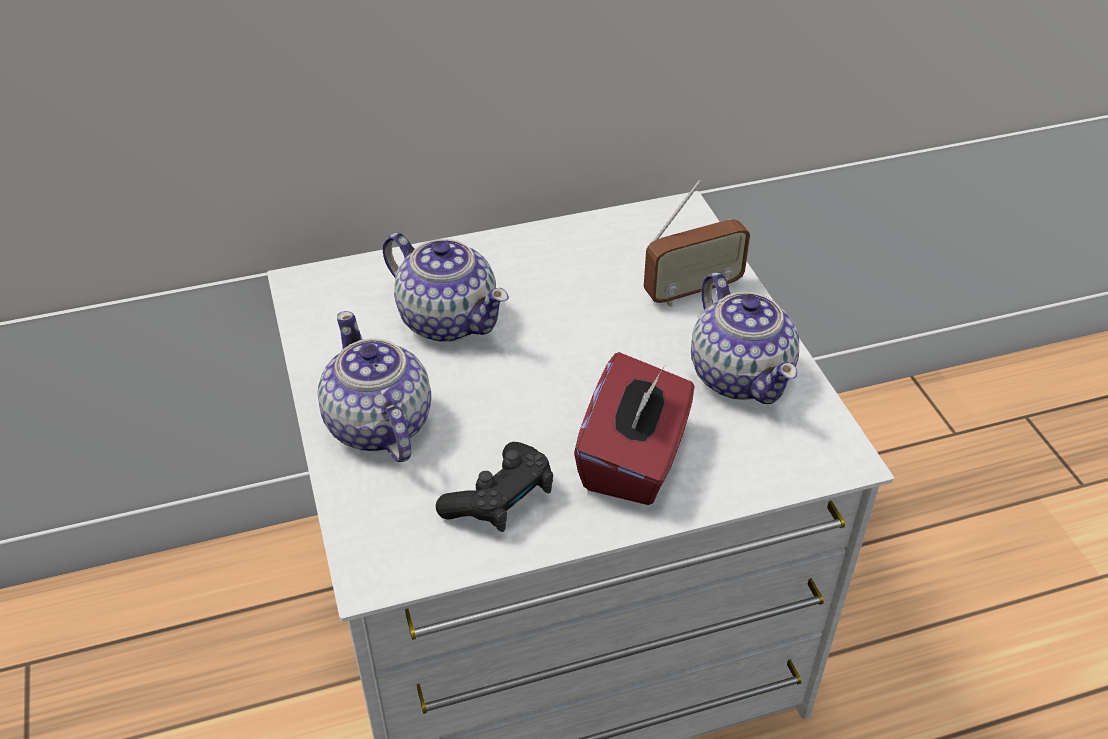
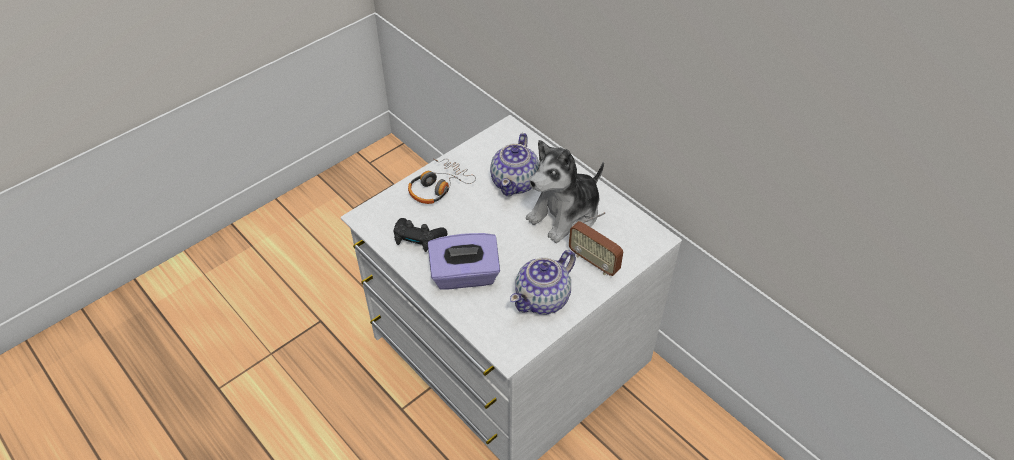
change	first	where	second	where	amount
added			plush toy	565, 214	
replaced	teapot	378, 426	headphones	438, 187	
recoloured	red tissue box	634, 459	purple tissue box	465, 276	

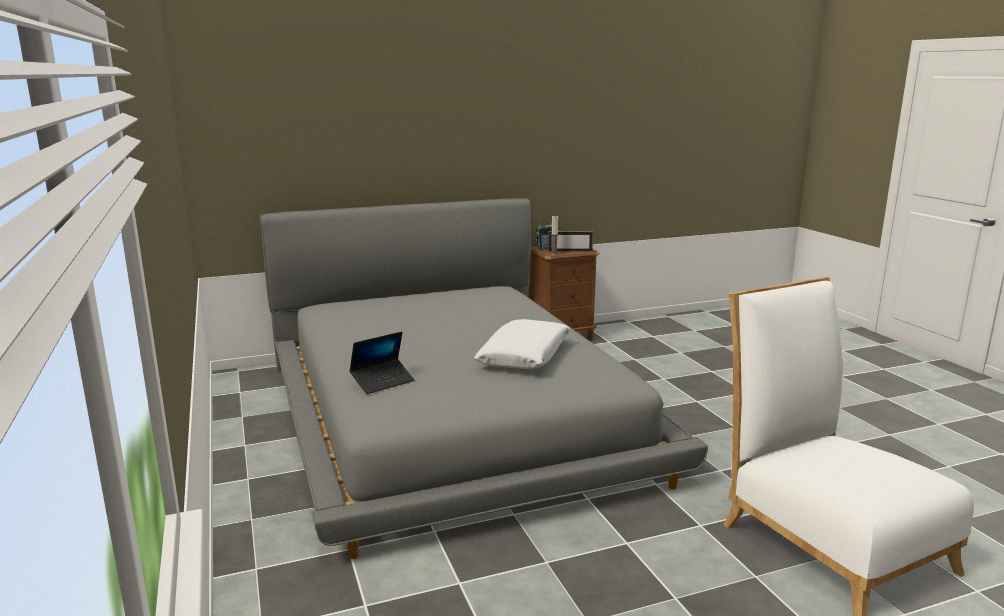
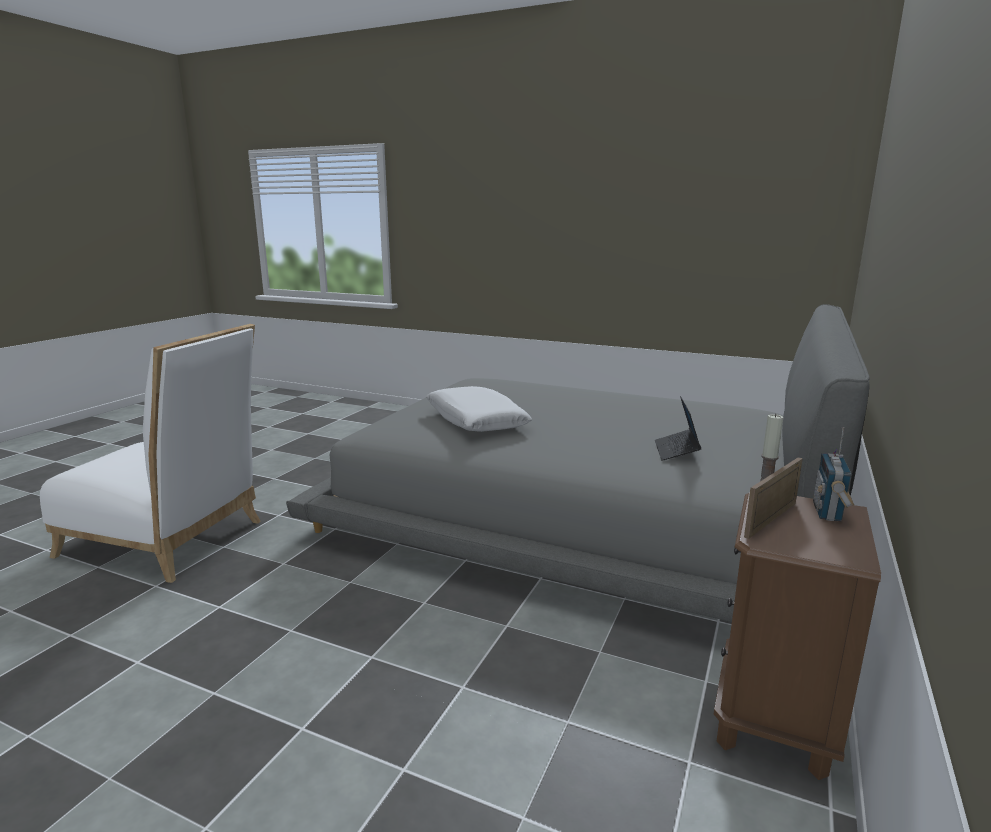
change	first	where	second	where	amount
moved	laptop	382, 382		676, 451	

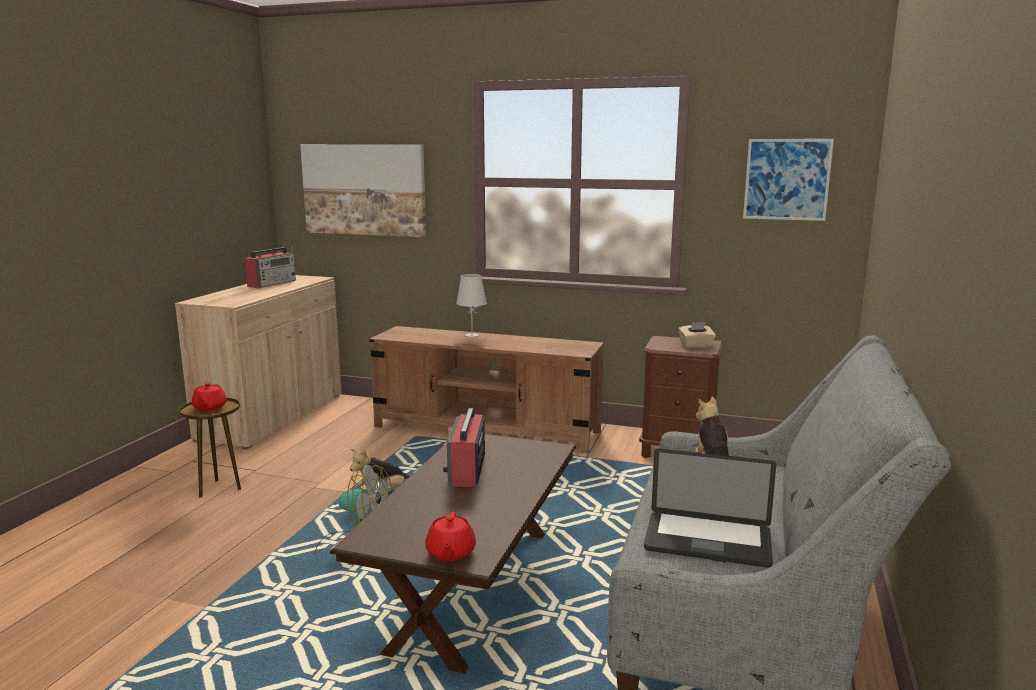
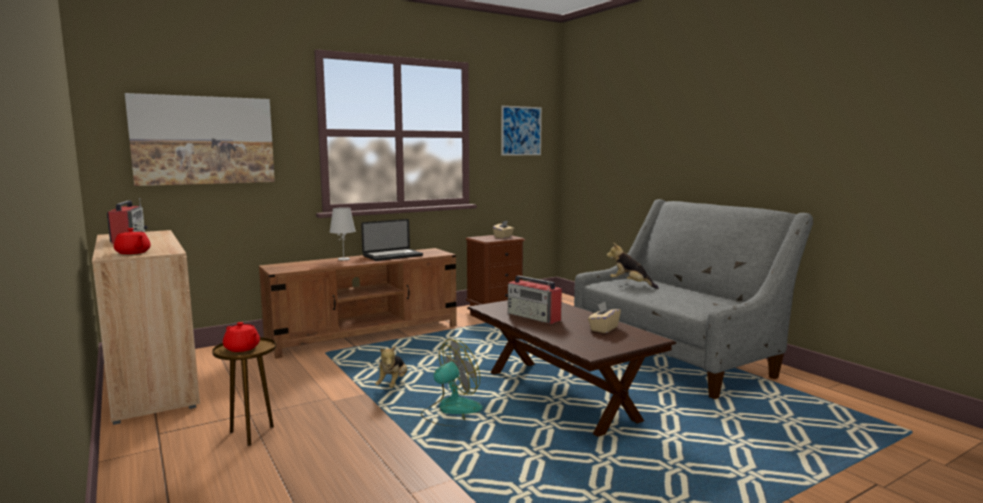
change	first	where	second	where	amount
added			beige tissue box	603, 329	
moved	red teapot	450, 553		133, 253	
moved	laptop	707, 541		393, 256	

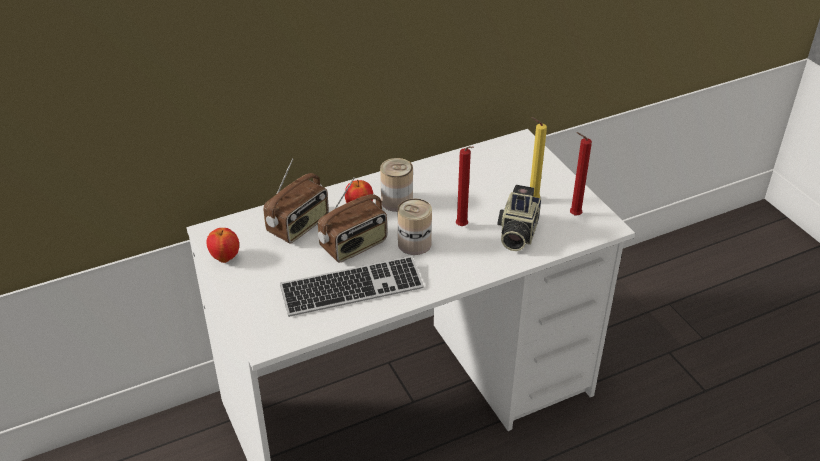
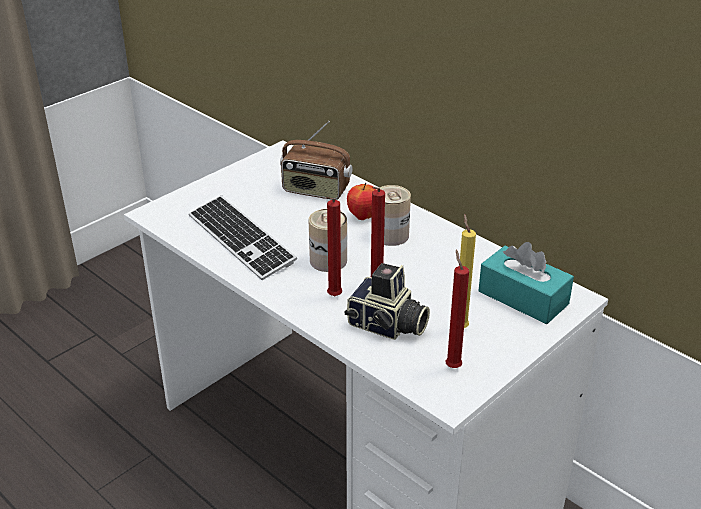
change	first	where	second	where	amount
removed	apple	225, 258			
removed	radio	354, 246			
added			red candle	333, 297	
added			turquoise tissue box	523, 298	
turned	photo camera	516, 234		387, 326	150 degrees counterclockwise

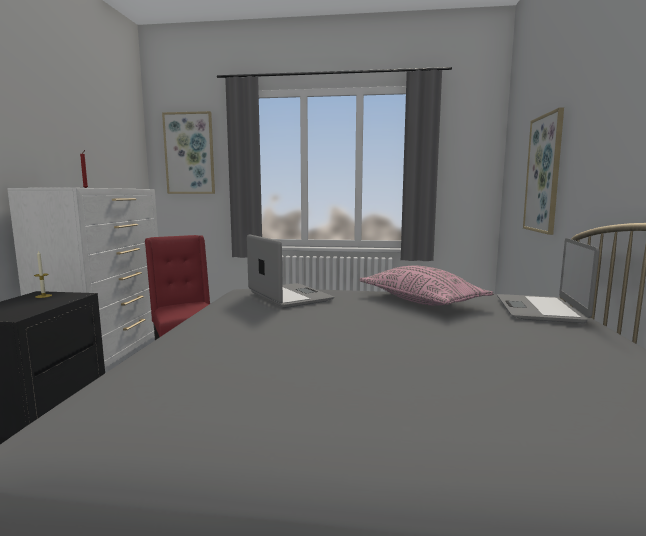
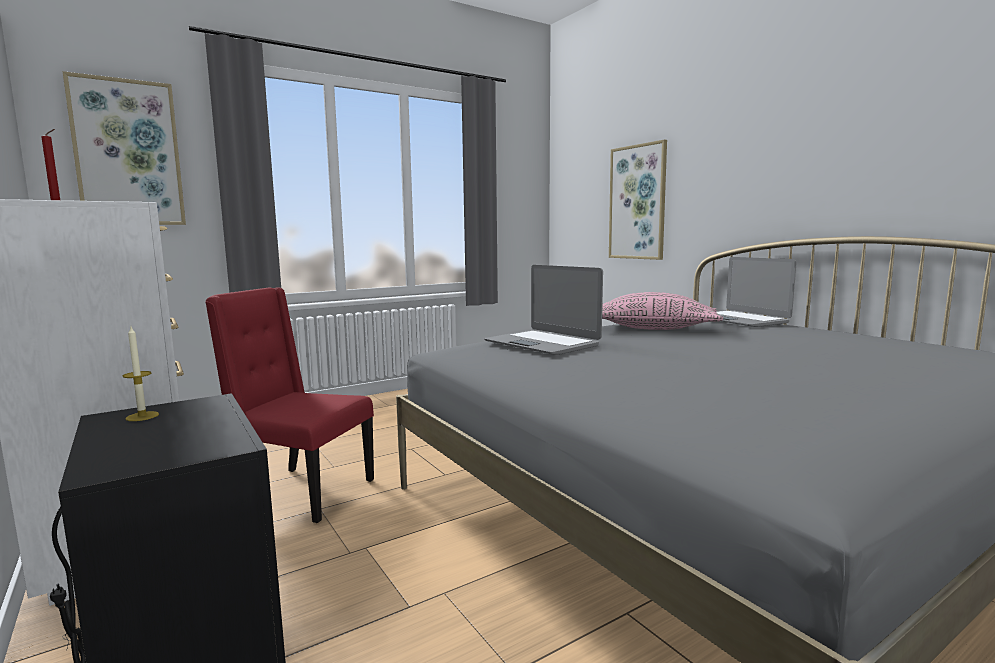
change	first	where	second	where	amount
turned	laptop	288, 296		542, 344	150 degrees counterclockwise

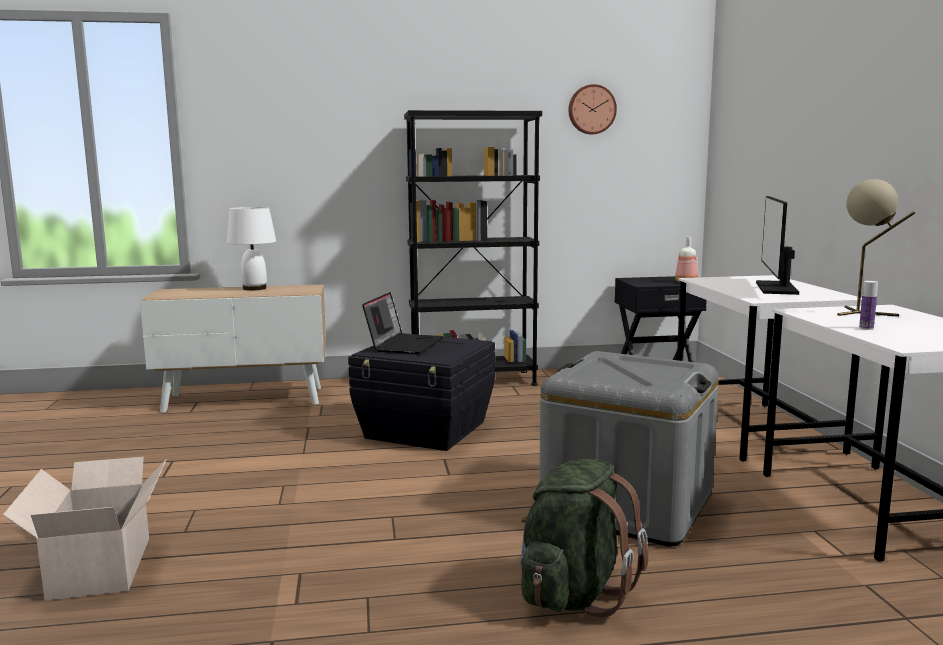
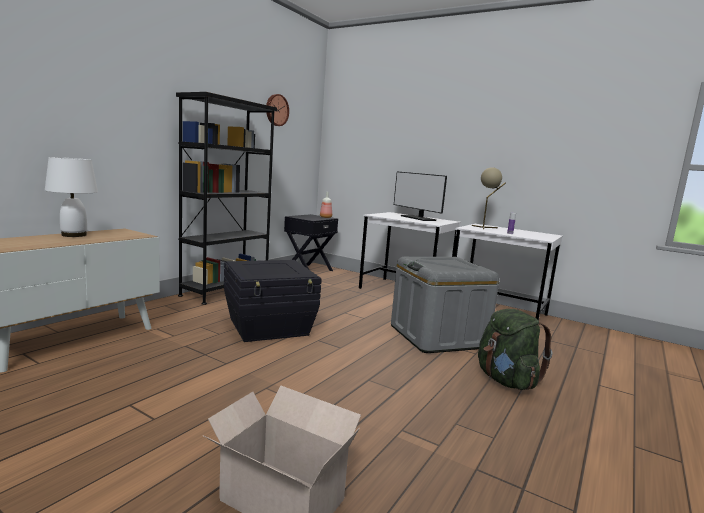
change	first	where	second	where	amount
removed	laptop	404, 344			

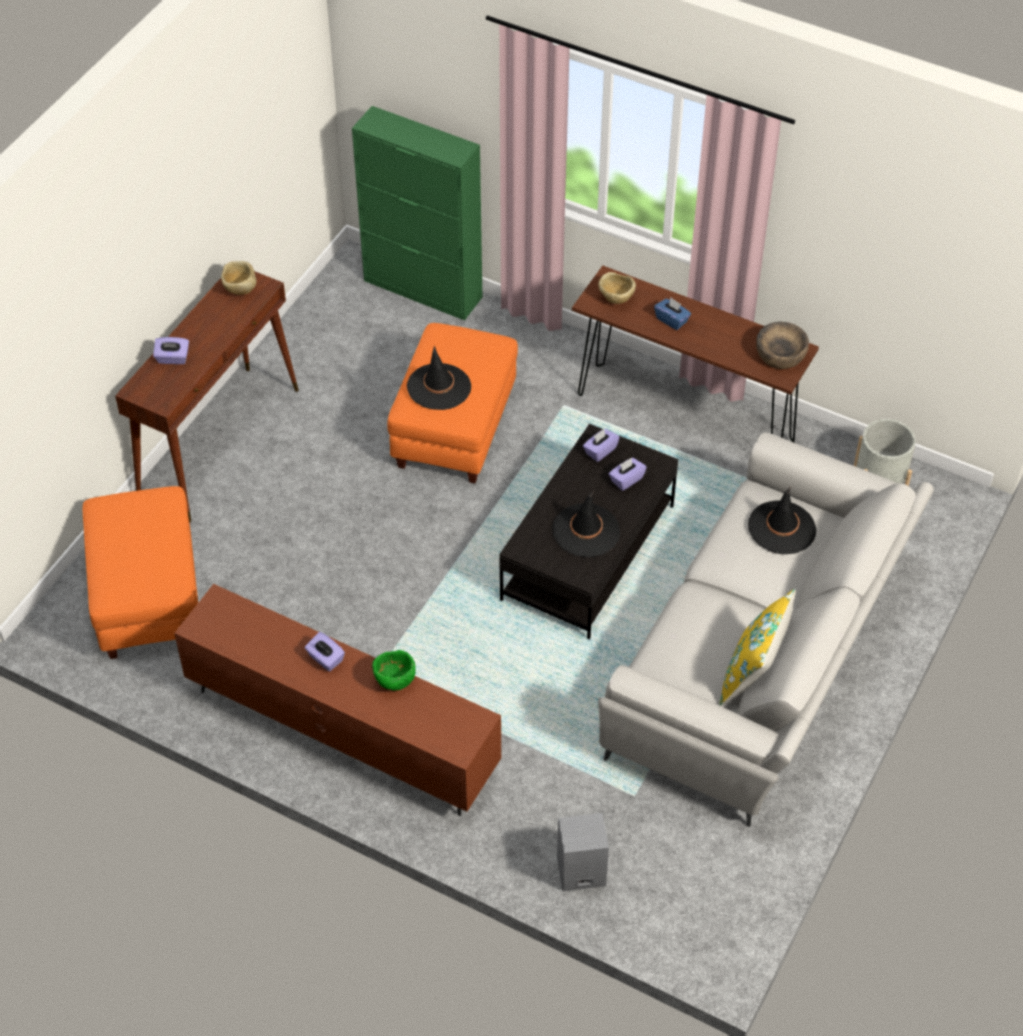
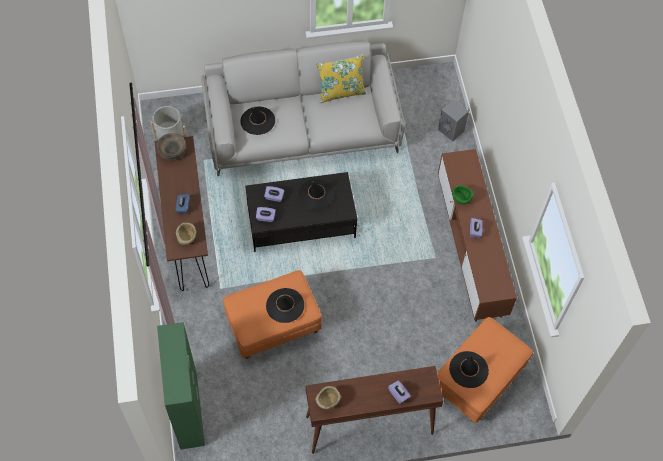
change	first	where	second	where	amount
added			black hat	468, 369	

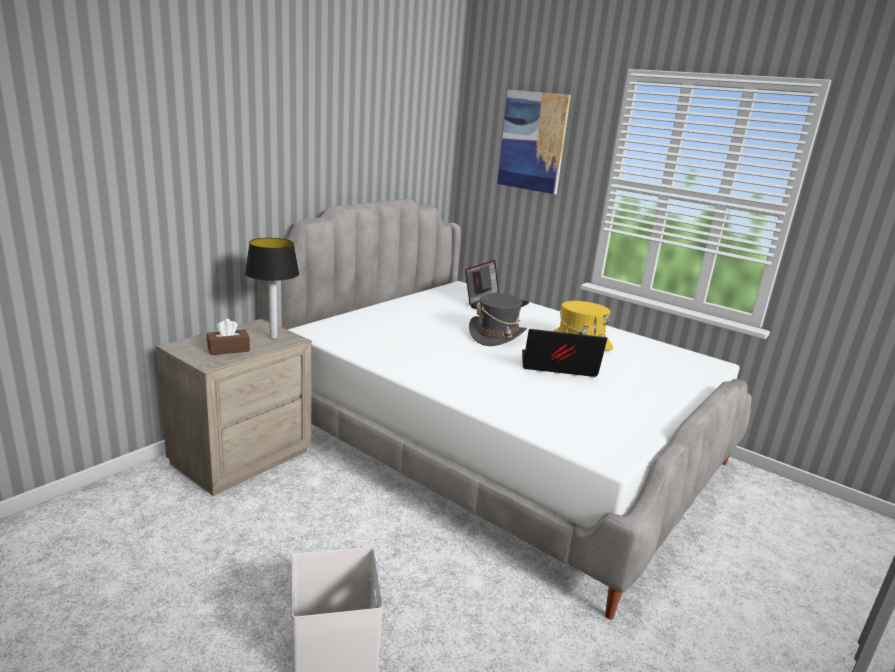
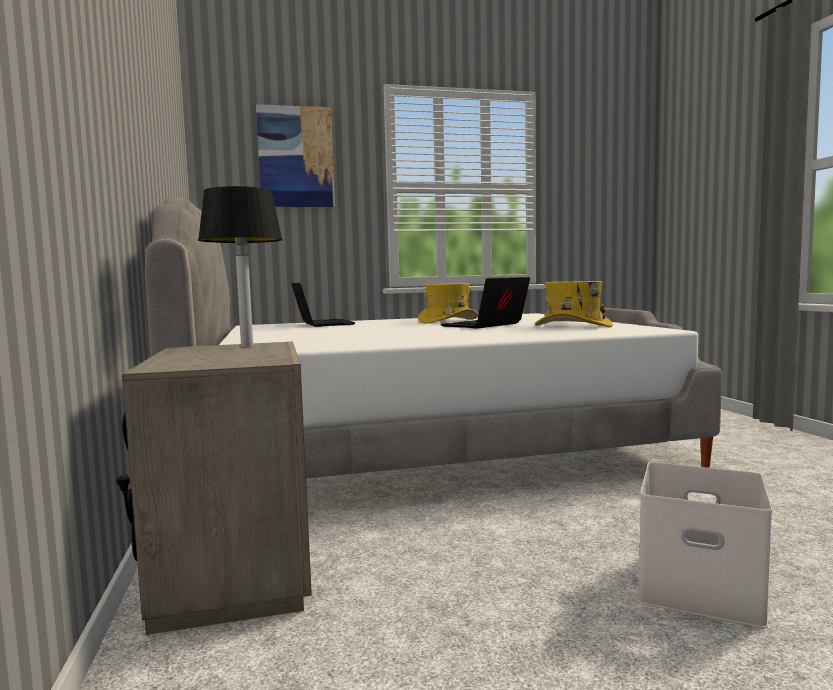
change	first	where	second	where	amount
removed	brown tissue box	228, 349			
removed	grey hat	497, 335			
added			yellow hat	572, 326	

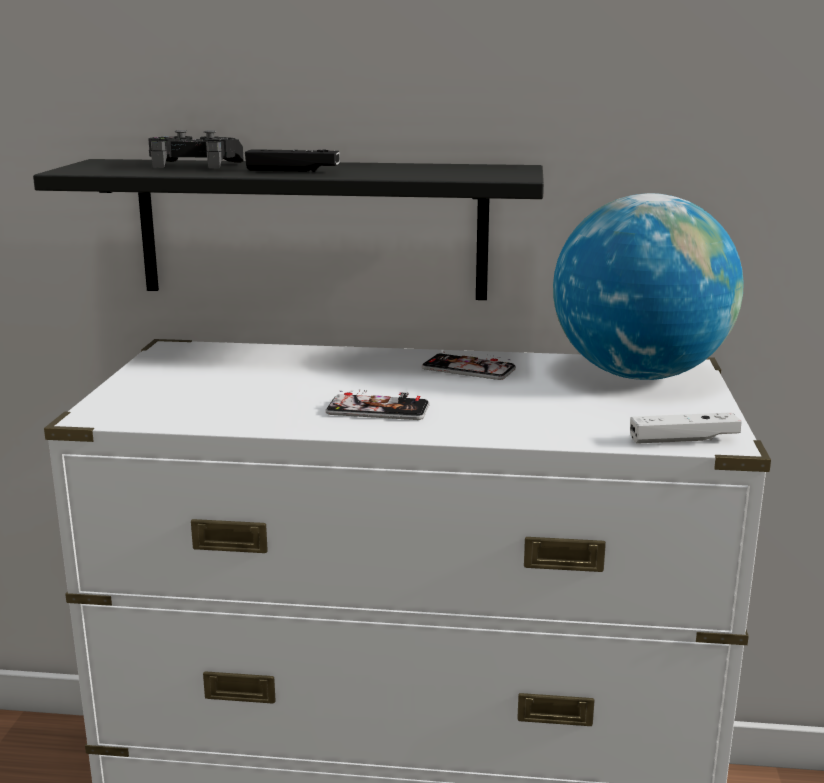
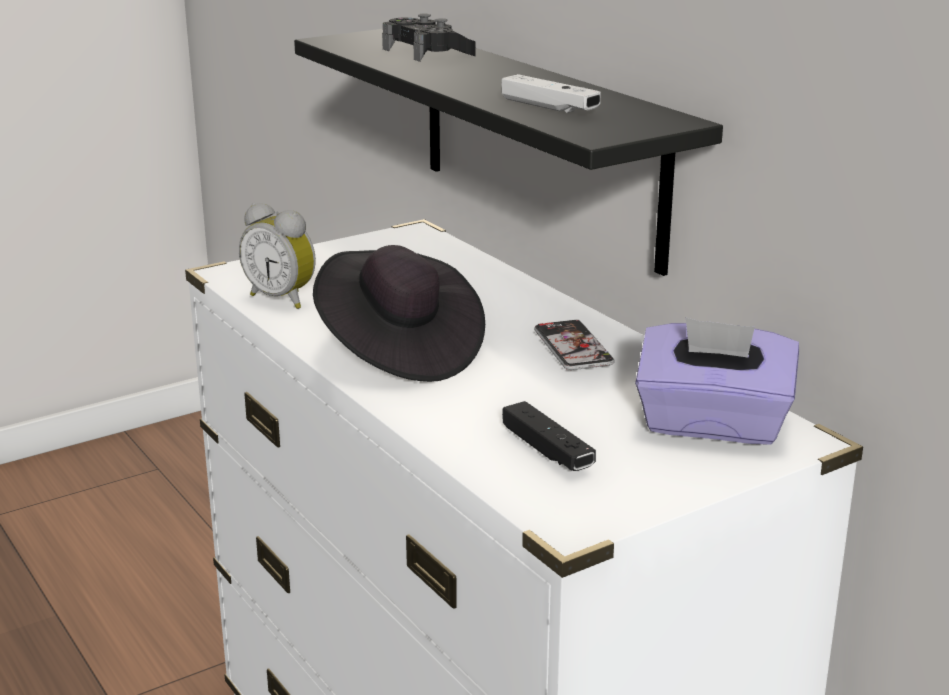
change	first	where	second	where	amount
added			alarm clock	283, 298	
moved	black game controller	292, 171		547, 450	
moved	white game controller	683, 439		549, 107	
replaced	phone	378, 410	black hat	398, 351	
replaced	globe	639, 375	purple tissue box	712, 425	

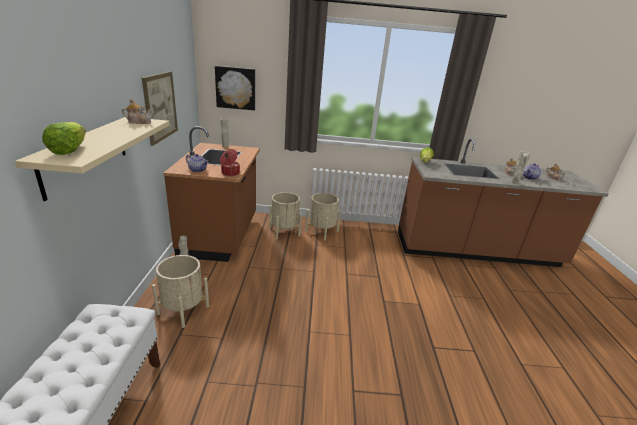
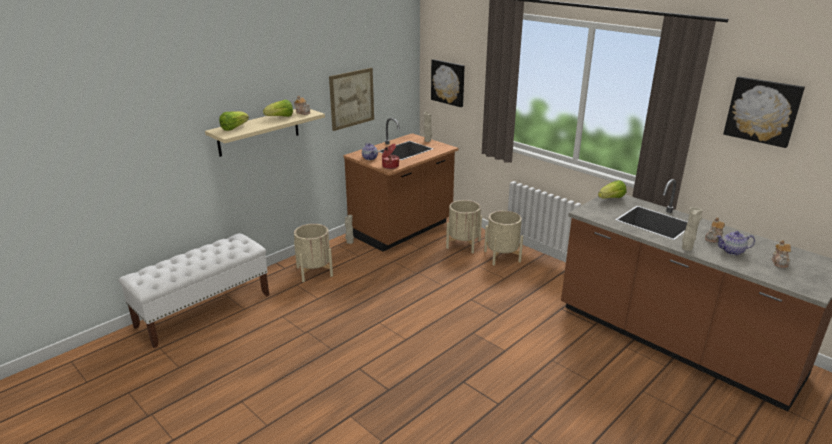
change	first	where	second	where	amount
added			lettuce	280, 117	
added			picture	763, 111	

